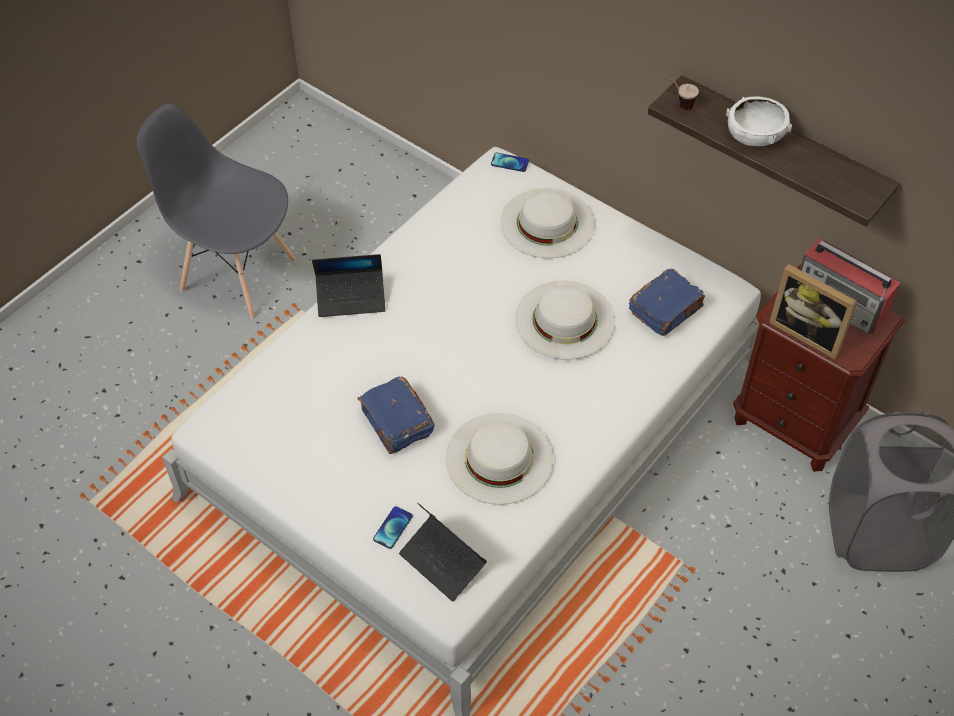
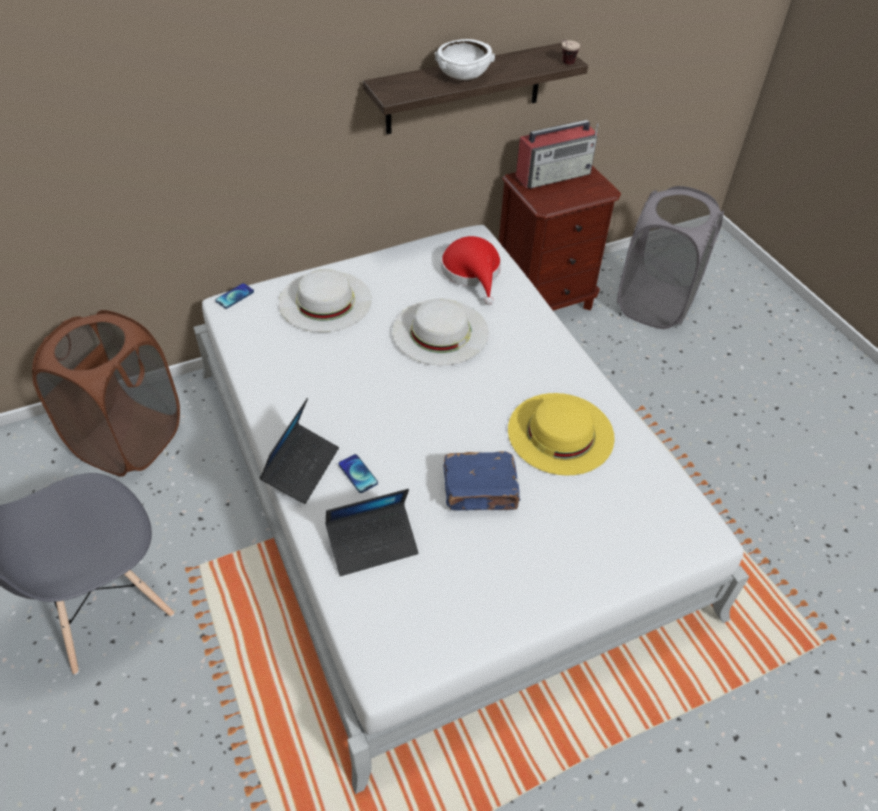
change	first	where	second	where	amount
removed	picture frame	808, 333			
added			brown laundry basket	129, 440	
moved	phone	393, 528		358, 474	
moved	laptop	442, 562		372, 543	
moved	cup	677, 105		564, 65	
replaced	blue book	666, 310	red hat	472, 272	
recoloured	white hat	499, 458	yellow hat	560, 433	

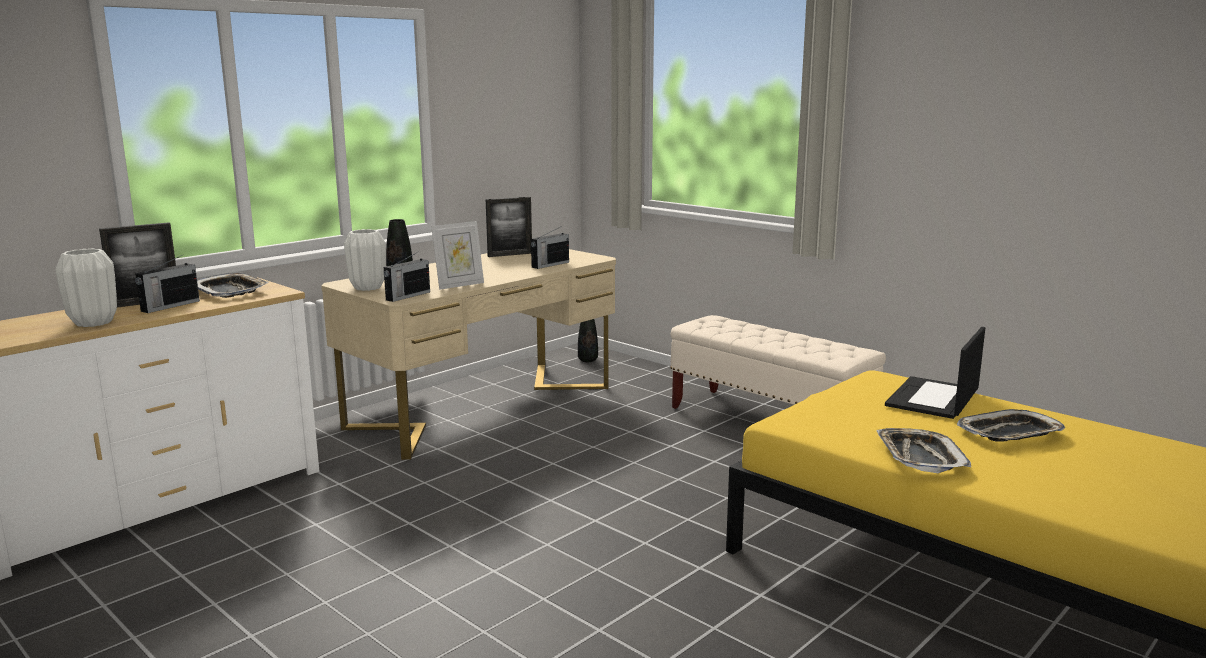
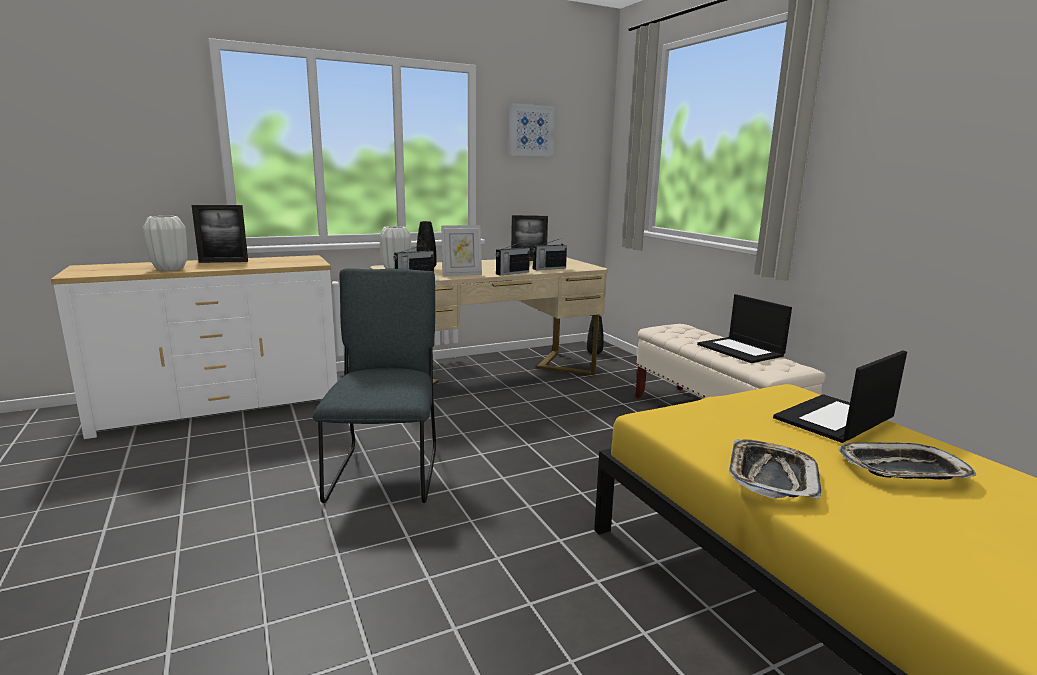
change	first	where	second	where	amount
removed	tray	230, 291			
added			grey chair	386, 471	
added			picture	531, 130	
added			laptop	741, 350	
moved	radio	169, 306		512, 273	

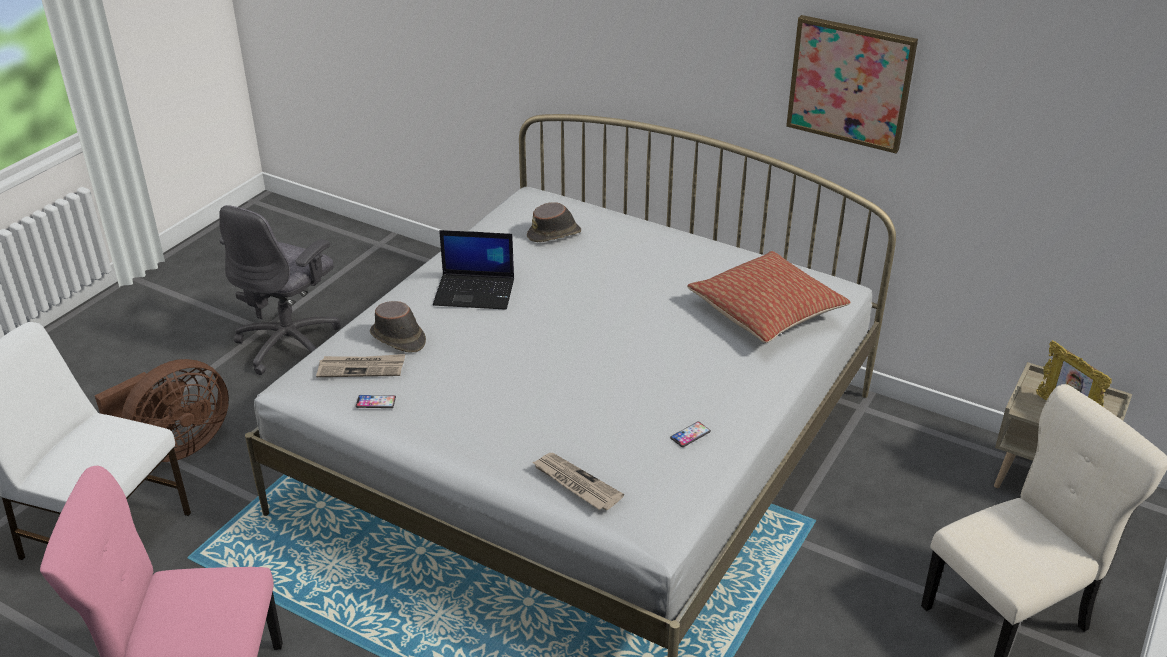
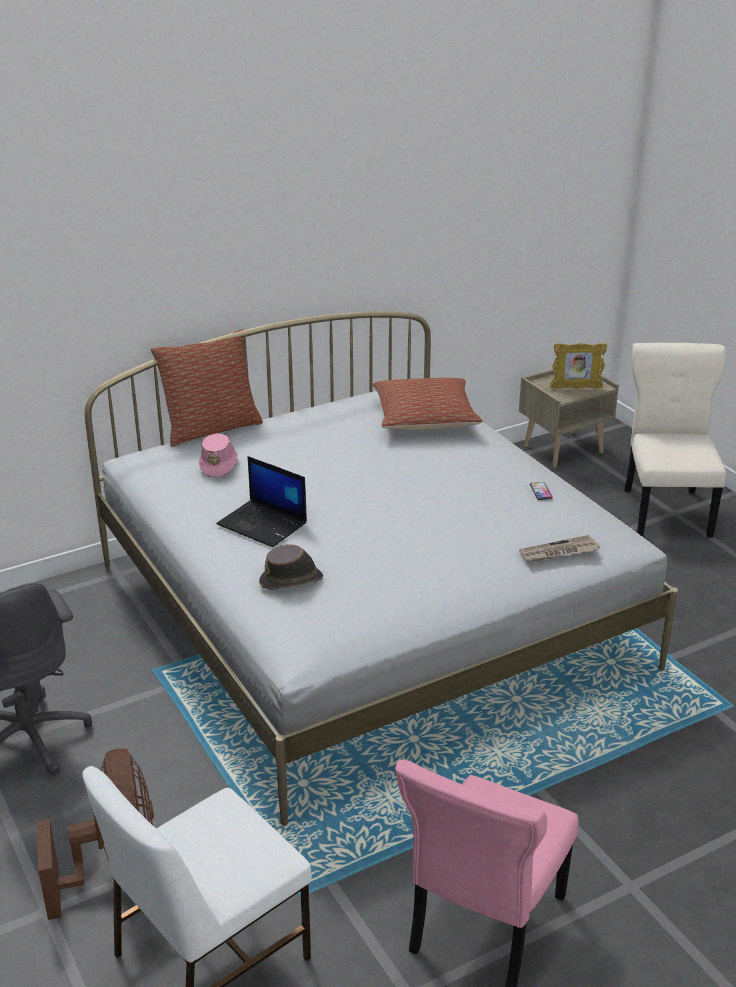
change	first	where	second	where	amount
removed	newspaper	362, 368			
removed	phone	376, 402			
removed	picture	850, 83			
added			pillow	211, 428	
recoloured	brown hat	555, 234	pink hat	219, 464	
turned	laptop	475, 292		263, 524	90 degrees clockwise

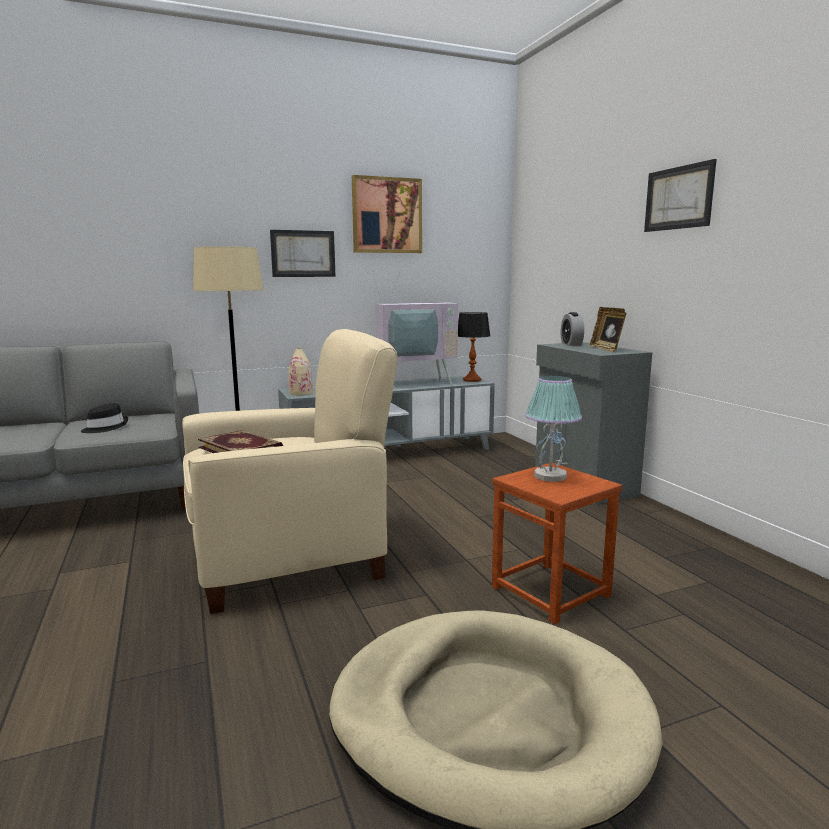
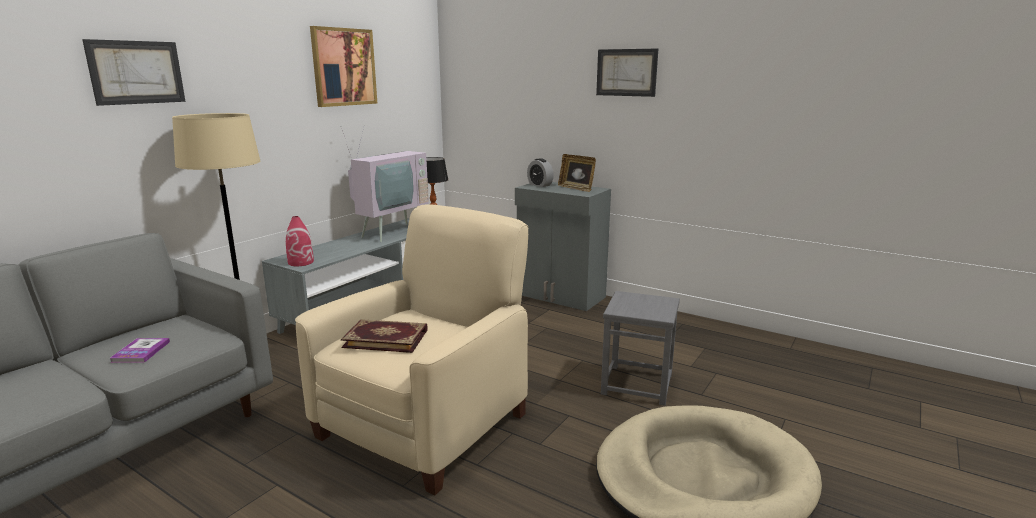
change	first	where	second	where	amount
removed	table lamp	550, 476			
moved	picture	303, 253		136, 72	
replaced	black hat	105, 427	book	141, 351	
recoloured	beige vase	301, 393	red vase	301, 262	
recoloured	brown stool	551, 591	grey stool	637, 384	

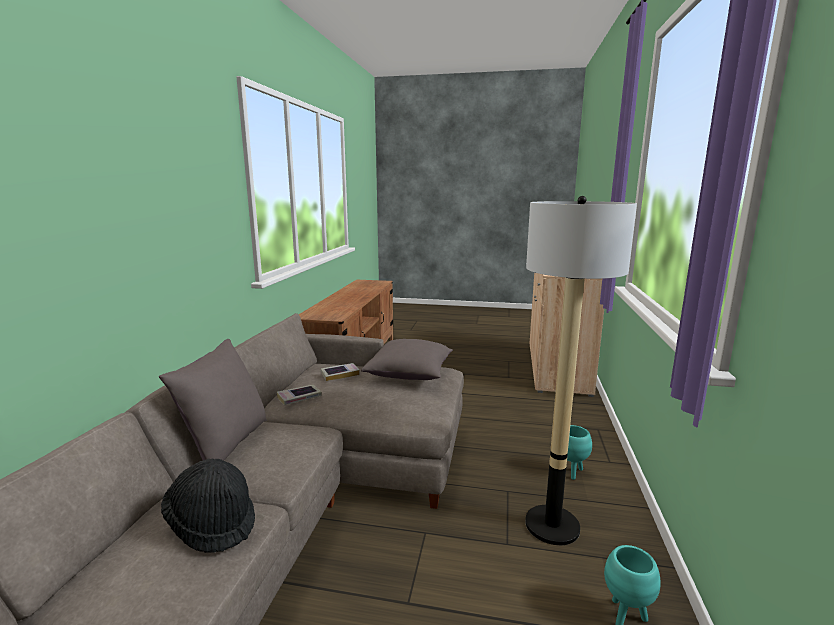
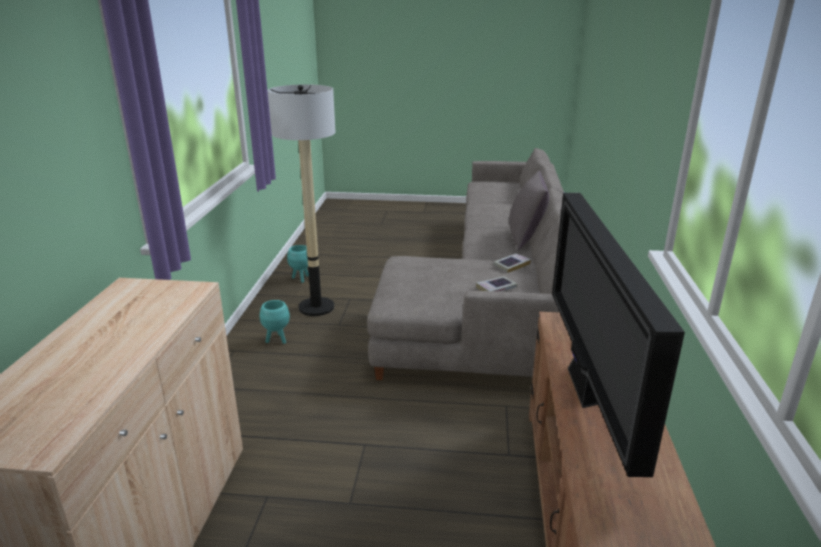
change	first	where	second	where	amount
removed	black hat	212, 523			
removed	grey pillow	410, 375			
added			television	585, 390	

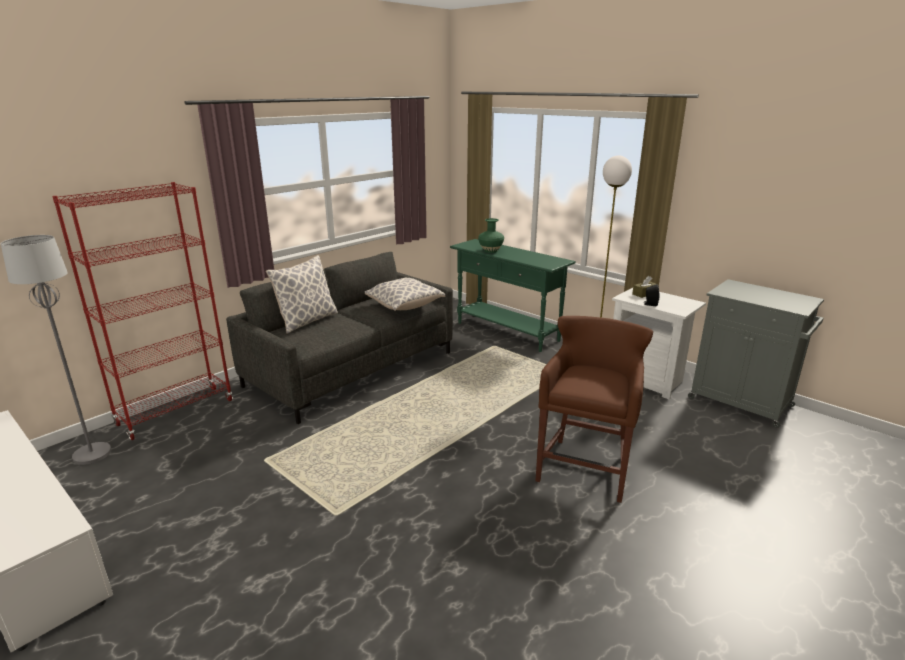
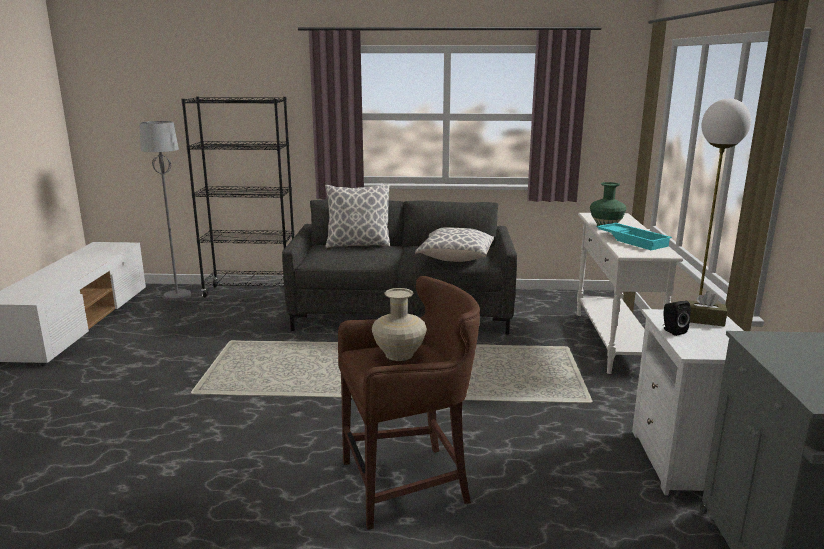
change	first	where	second	where	amount
added			beige vase	398, 355	
added			turquoise tray	633, 240	
recoloured	red bookcase	176, 412	black bookcase	251, 292	
recoloured	green console table	507, 332	white console table	613, 342	

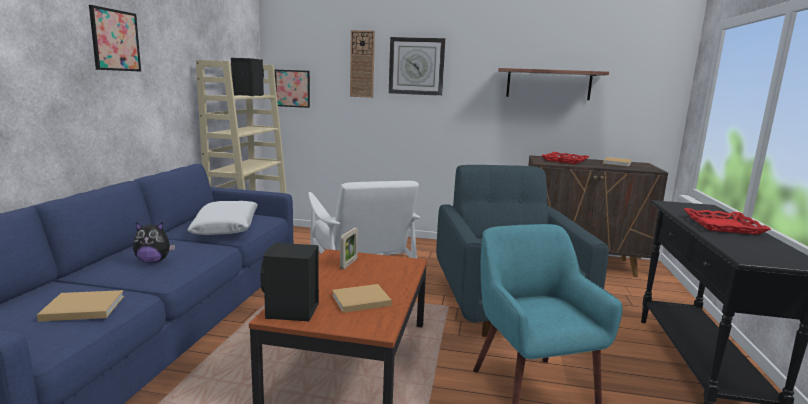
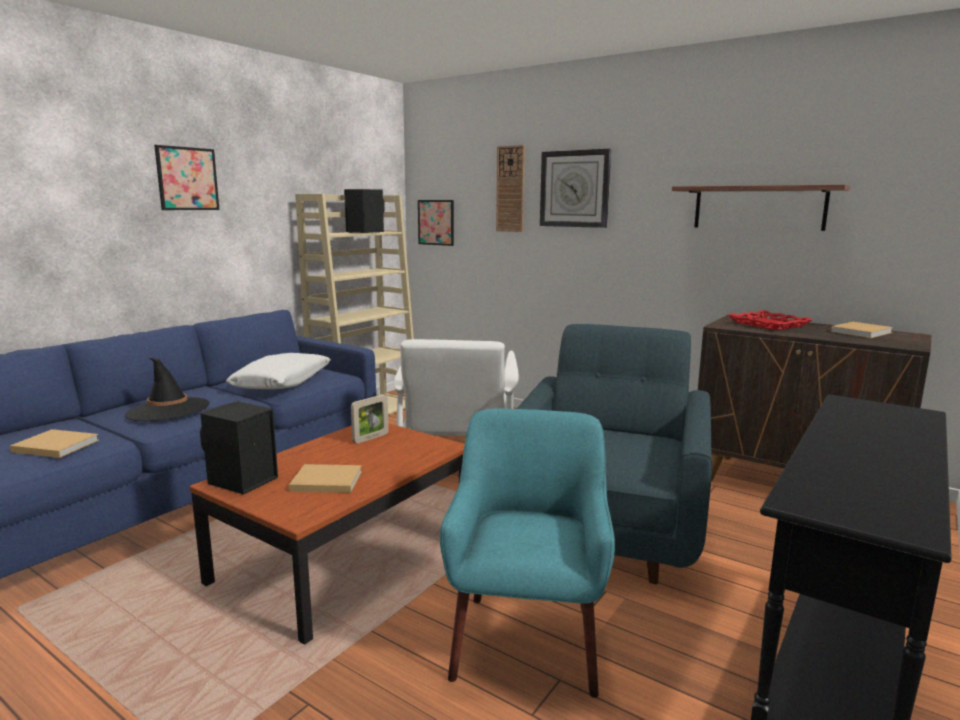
change	first	where	second	where	amount
removed	red tray	722, 225			
replaced	plush toy	153, 261	black hat	168, 410	

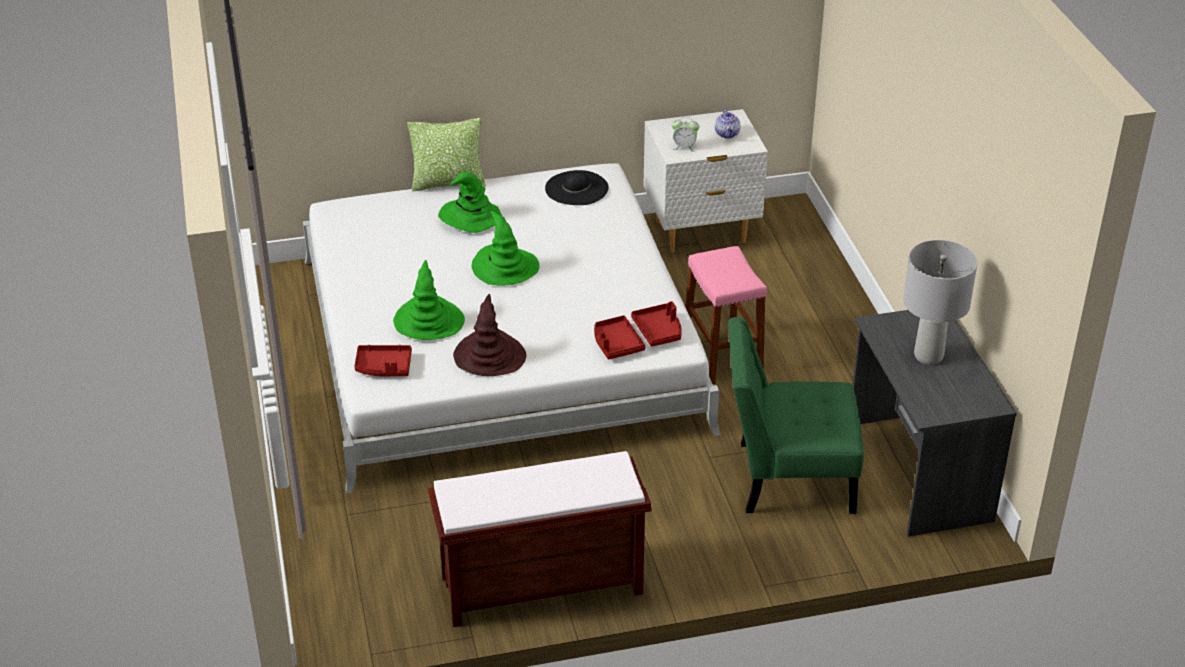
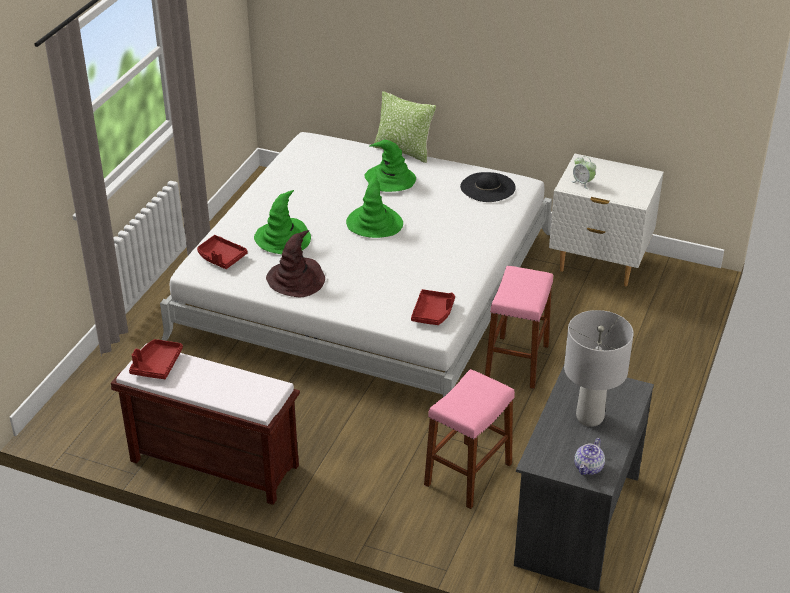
change	first	where	second	where	amount
moved	red tray	616, 344		156, 365	
moved	teapot	727, 134		589, 468	
replaced	green chair	787, 477	pink stool	468, 474	

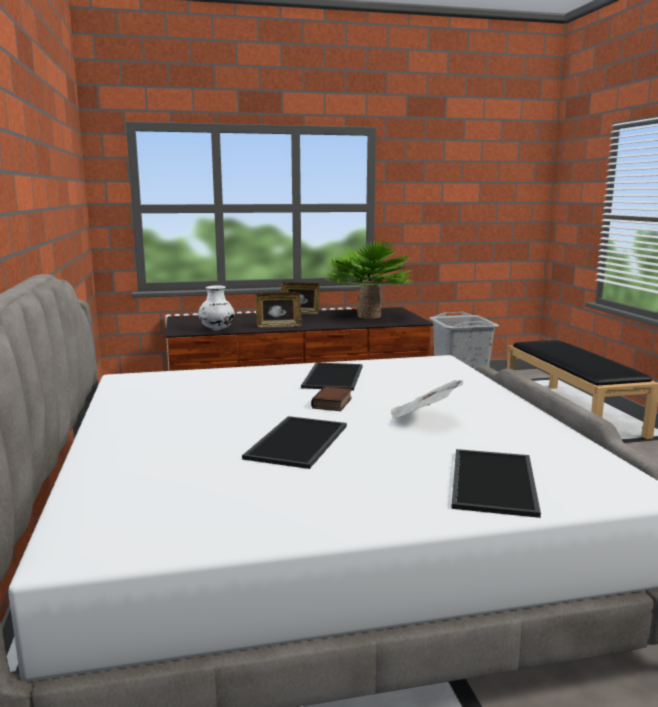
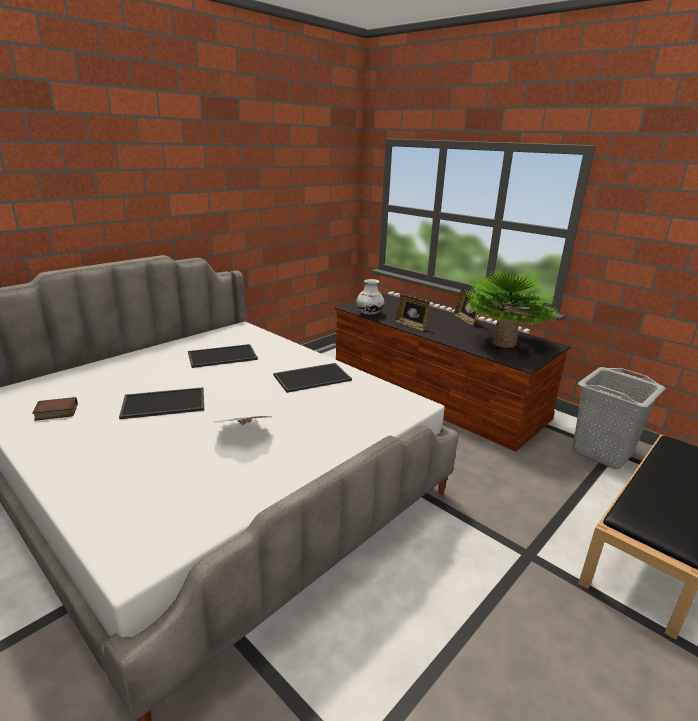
change	first	where	second	where	amount
moved	book	333, 403		55, 413	
moved	tray	495, 482		222, 356	

